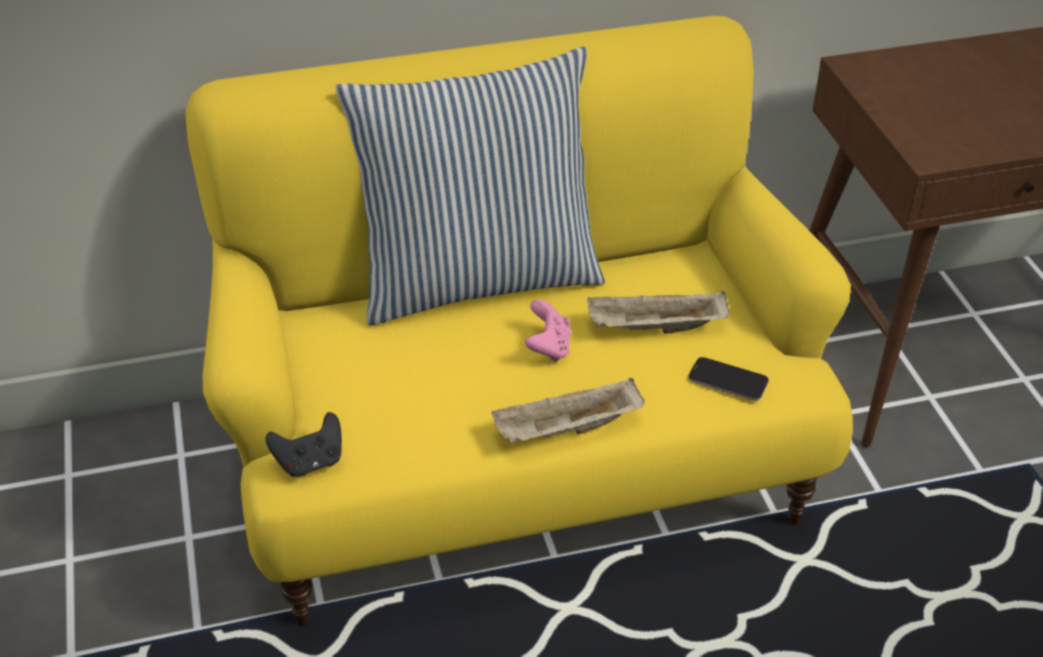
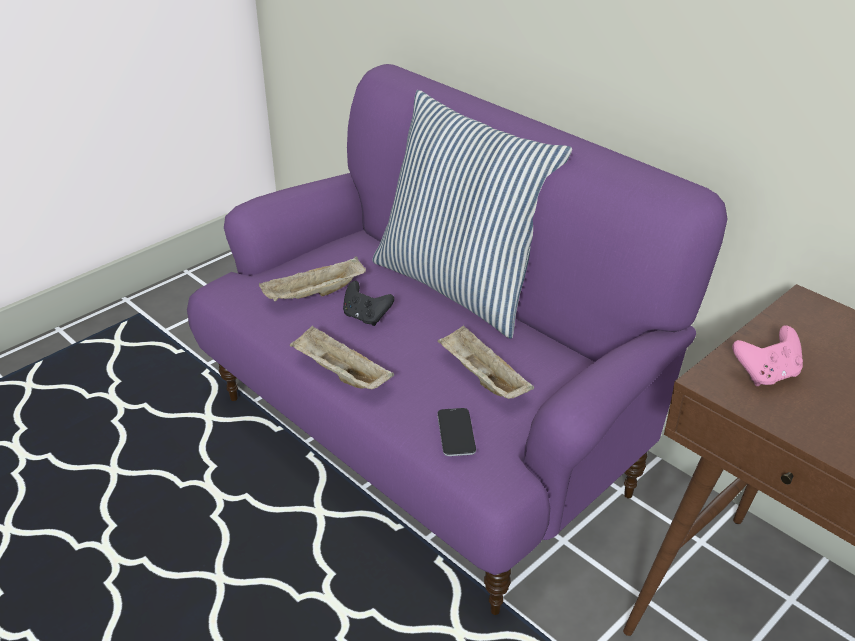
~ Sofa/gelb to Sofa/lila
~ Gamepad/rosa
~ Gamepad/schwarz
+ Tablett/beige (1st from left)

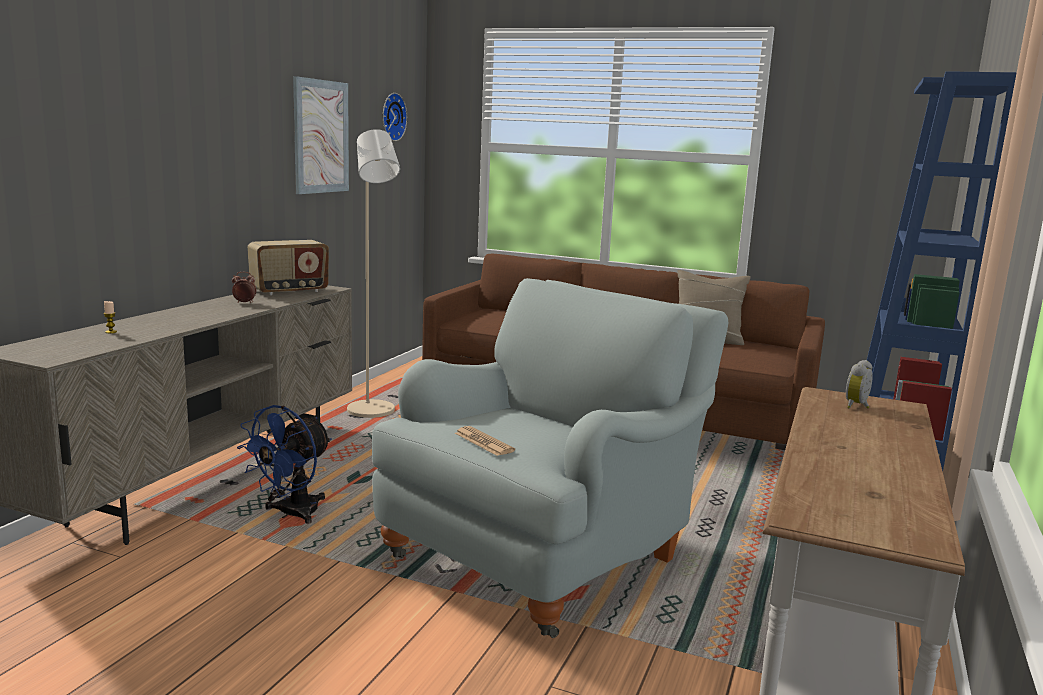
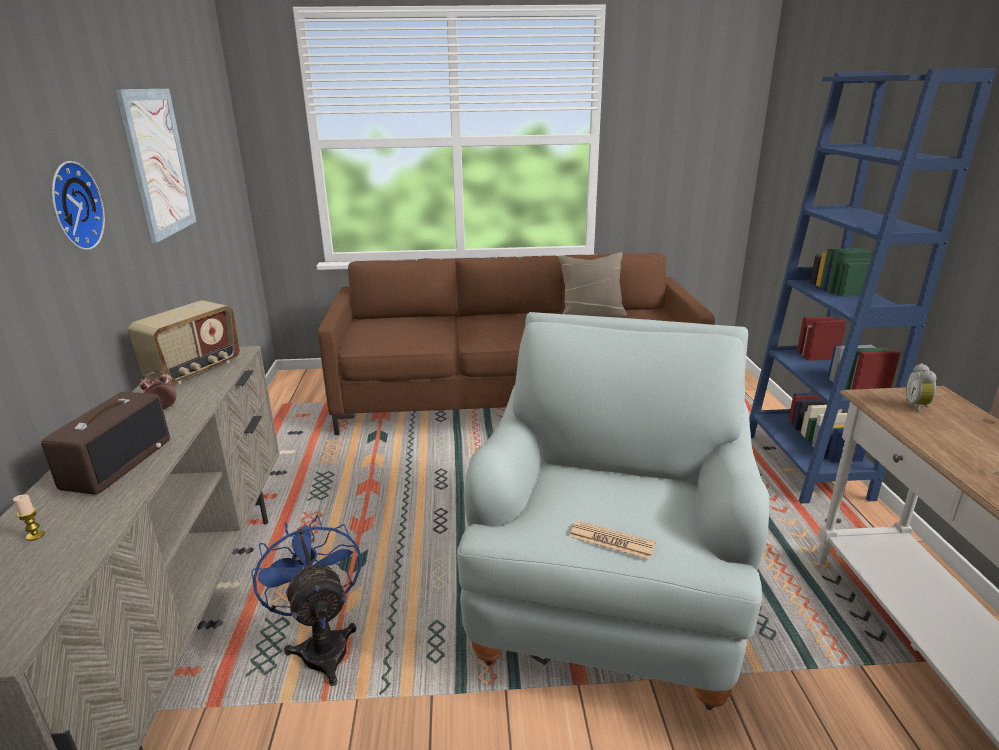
~ Wanduhr
- Stehlampe/beige
~ Ventilator/blau 150 degrees clockwise
+ Radio (1st from left)

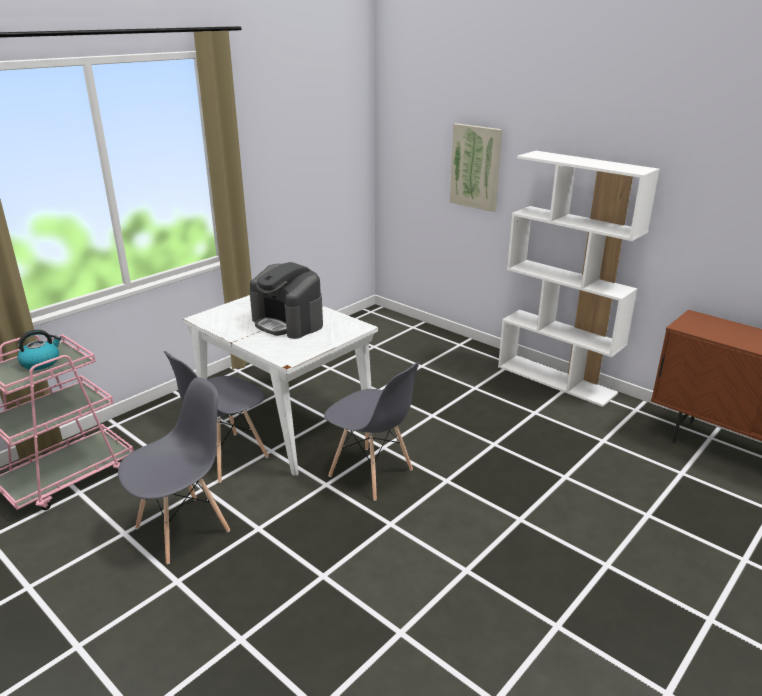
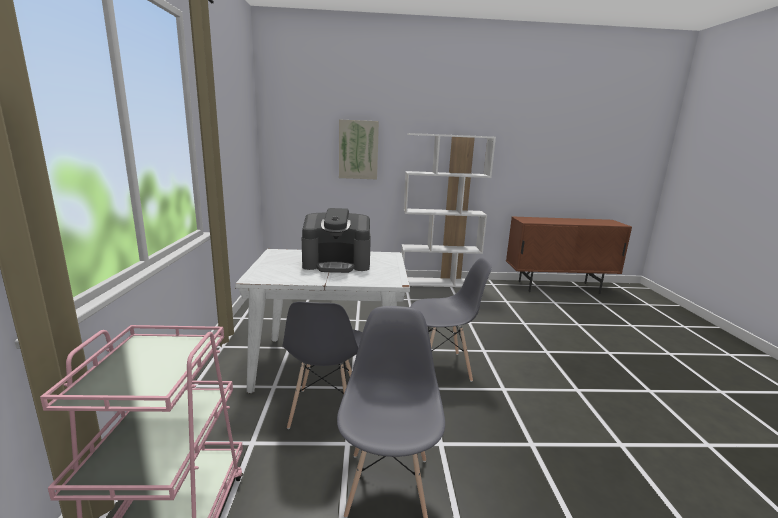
- Wasserkessel

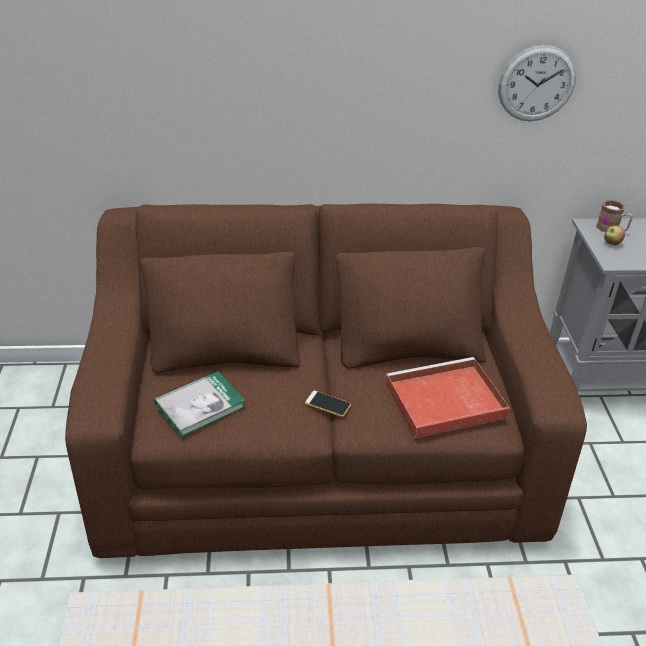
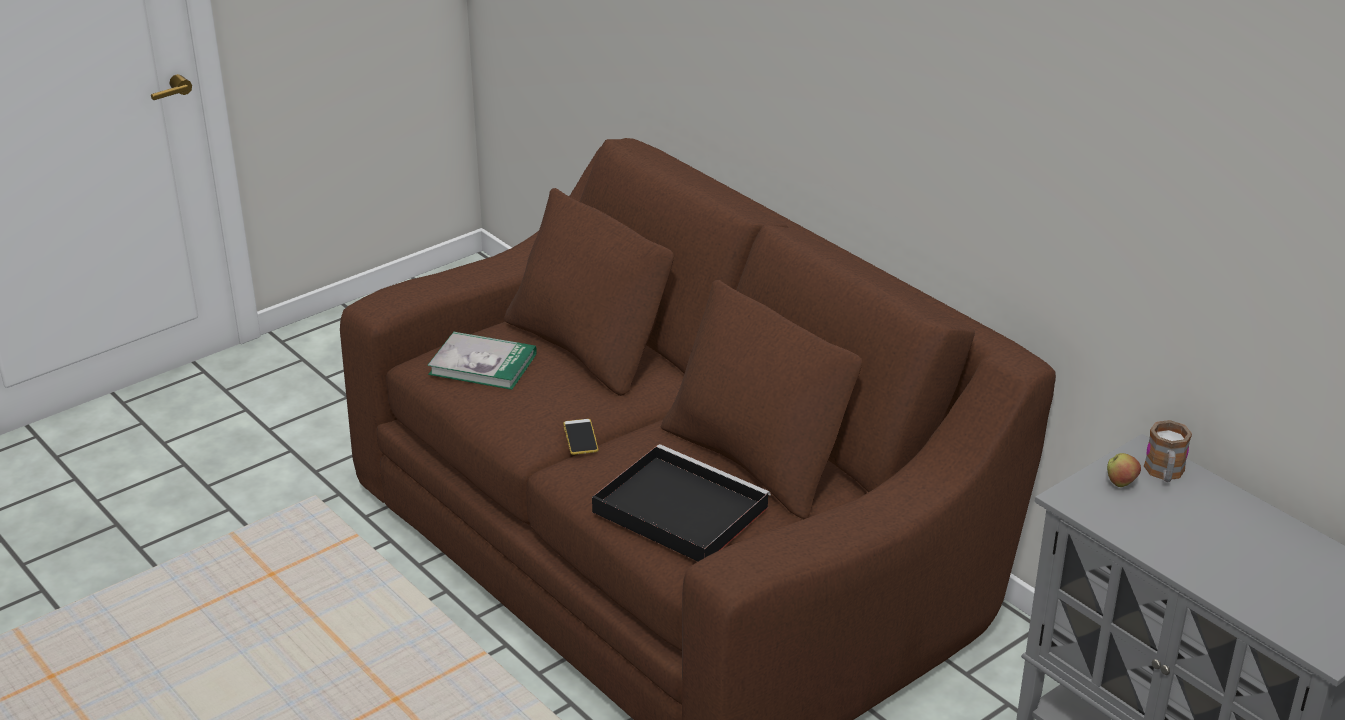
- Wanduhr
~ Tablett/rot to Tablett/schwarz

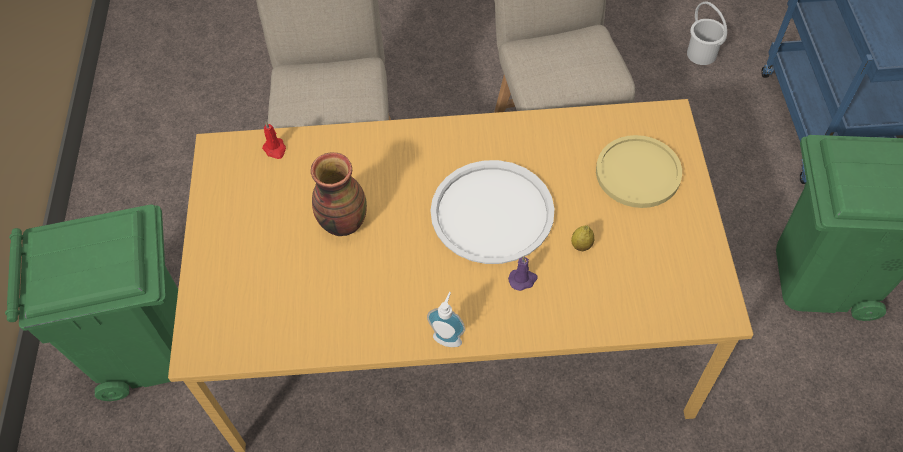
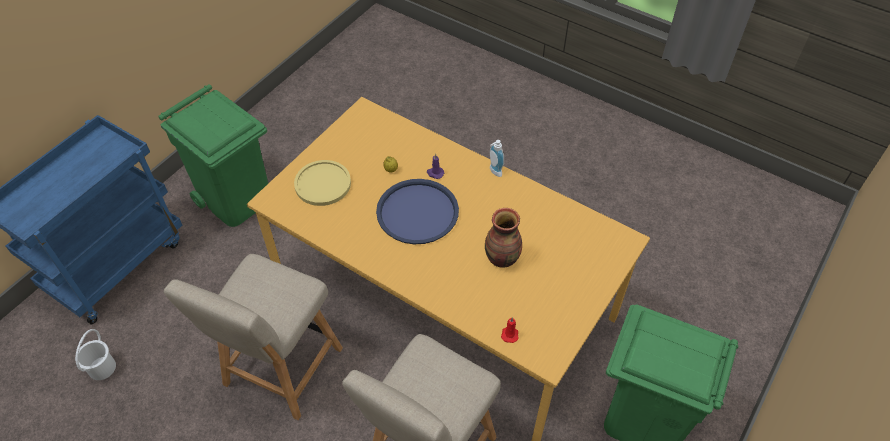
~ Tablett/weiß to Tablett/blau

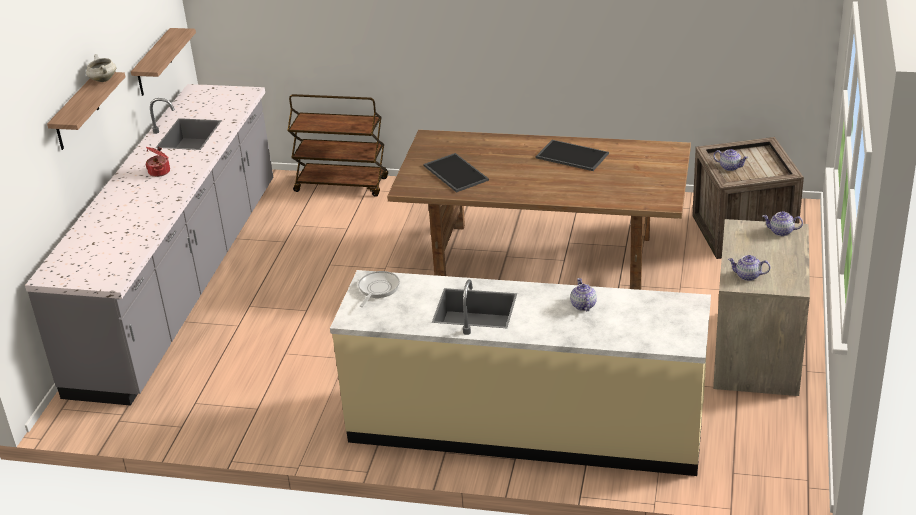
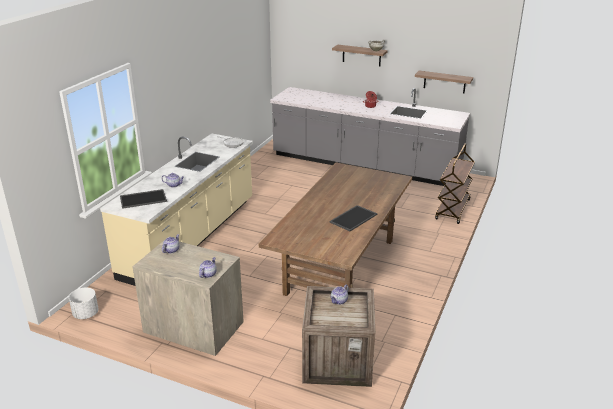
~ Tablett (1st from left)
+ Pflanzkübel/weiß

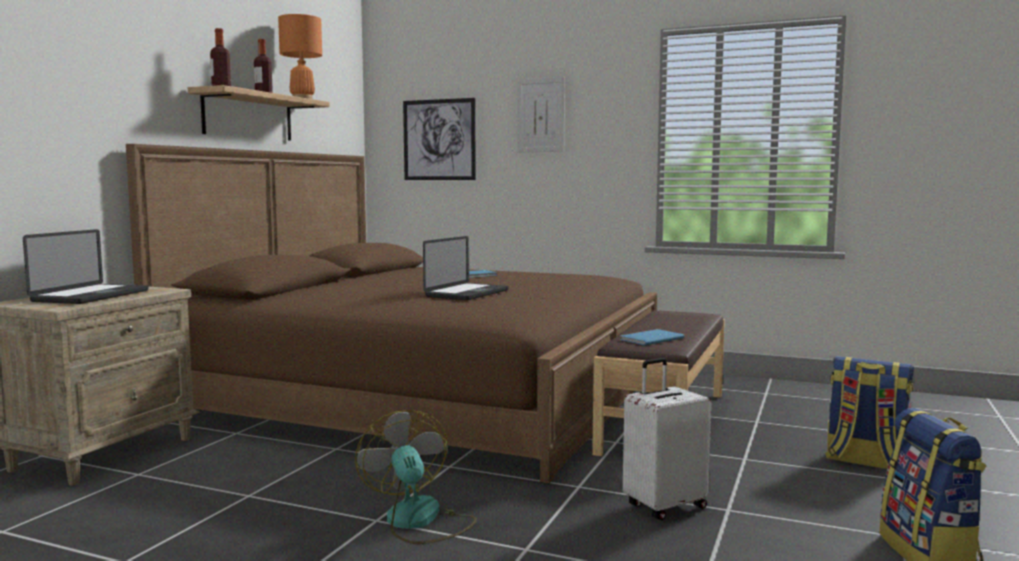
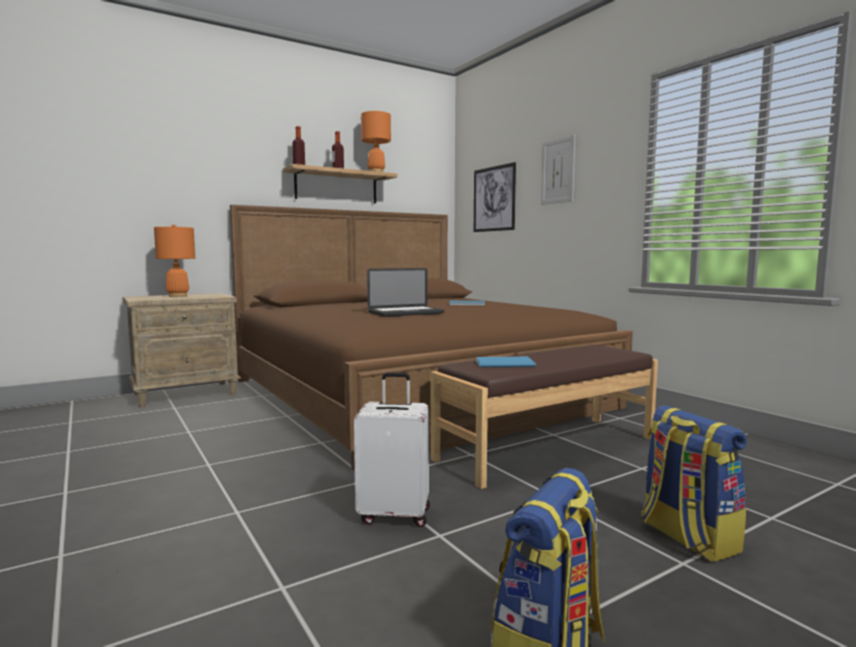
~ Laptop (1st from left) to Tischlampe/orange (1st from left)
- Ventilator

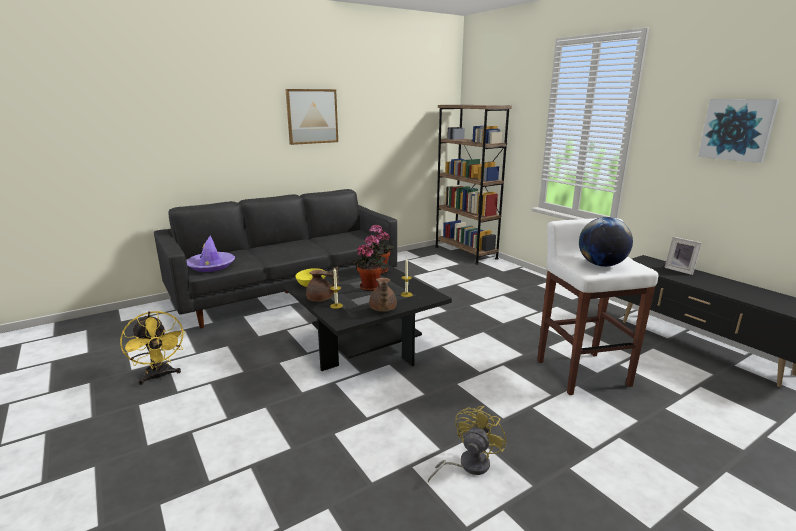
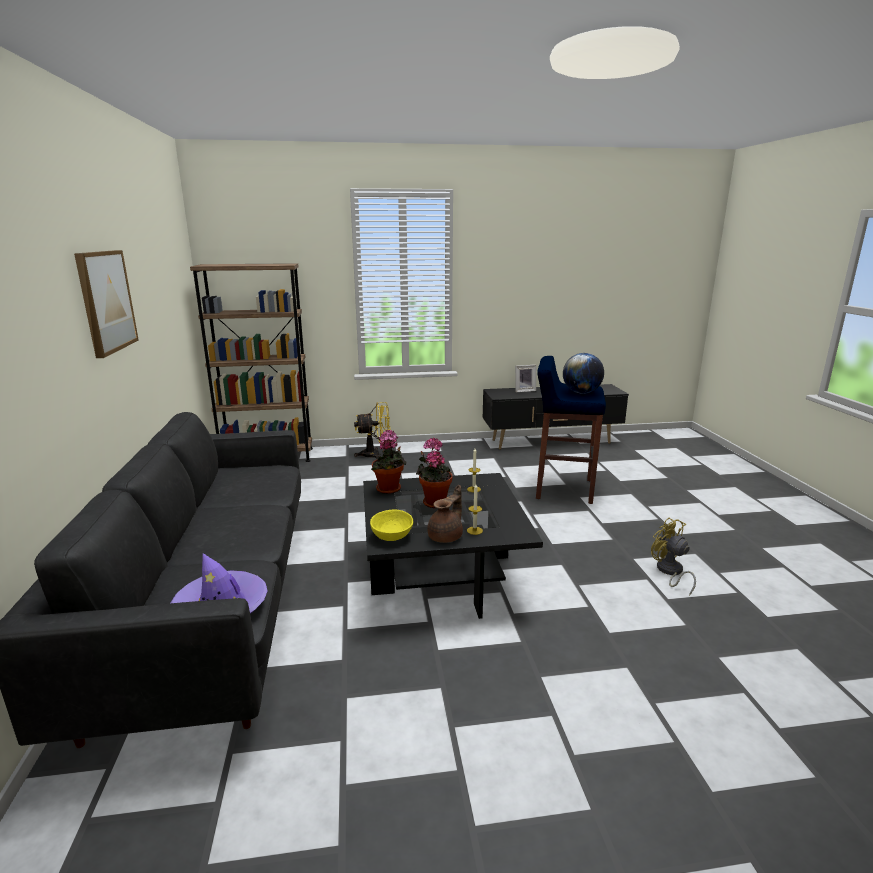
- Bild (2nd from left)
~ Hocker/weiß to Hocker/blau
- Teekanne/braun (2nd from left)
~ Ventilator/gelb (1st from left)

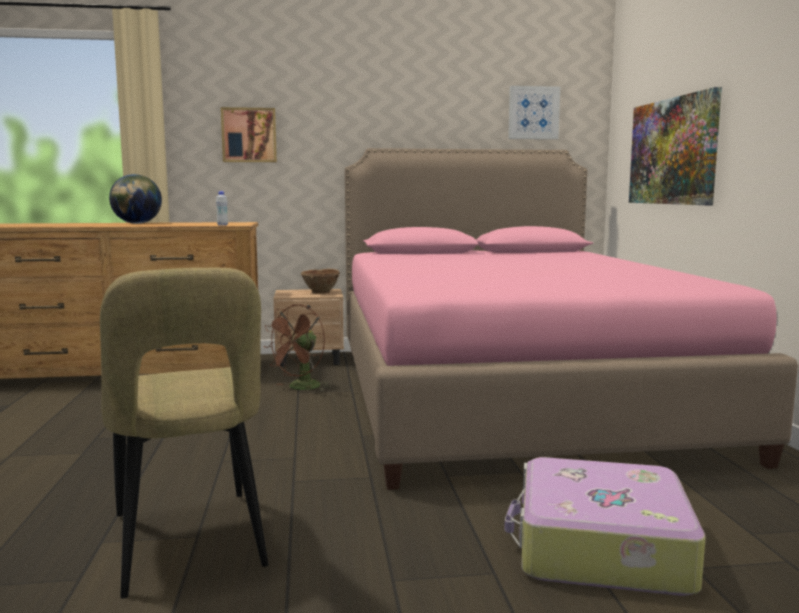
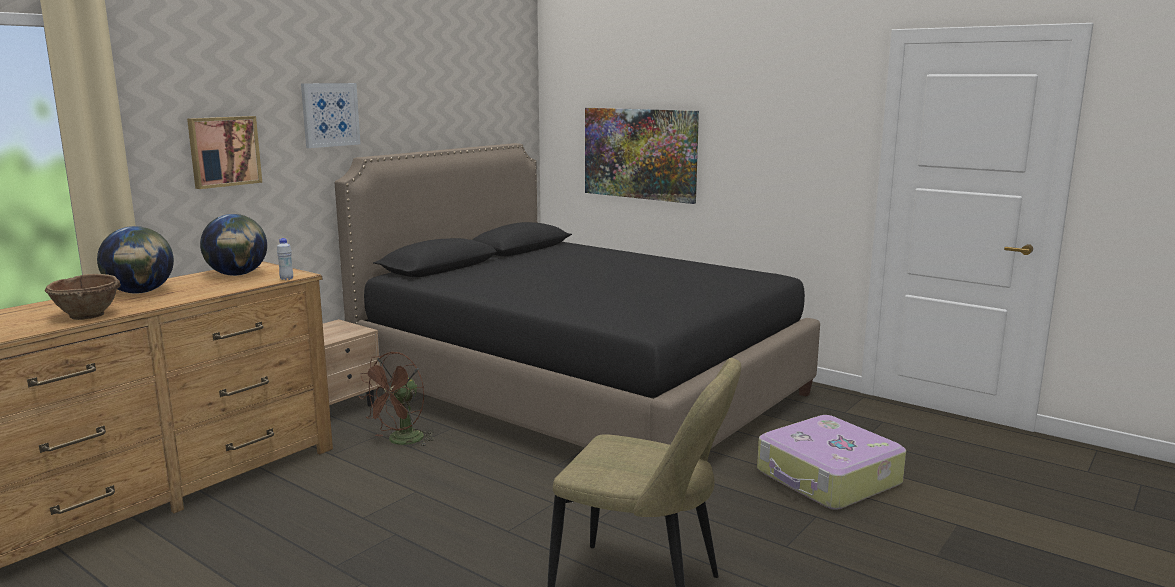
~ Bild (2nd from left)
~ Bett/rosa to Bett/schwarz
~ Schüssel/braun
~ Ventilator/braun 45 degrees clockwise
+ Globus (2nd from left)

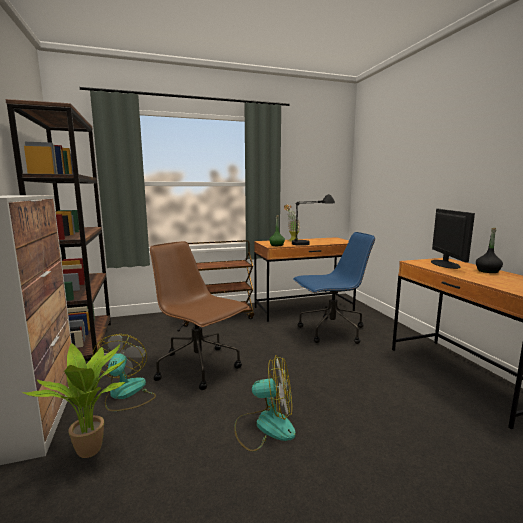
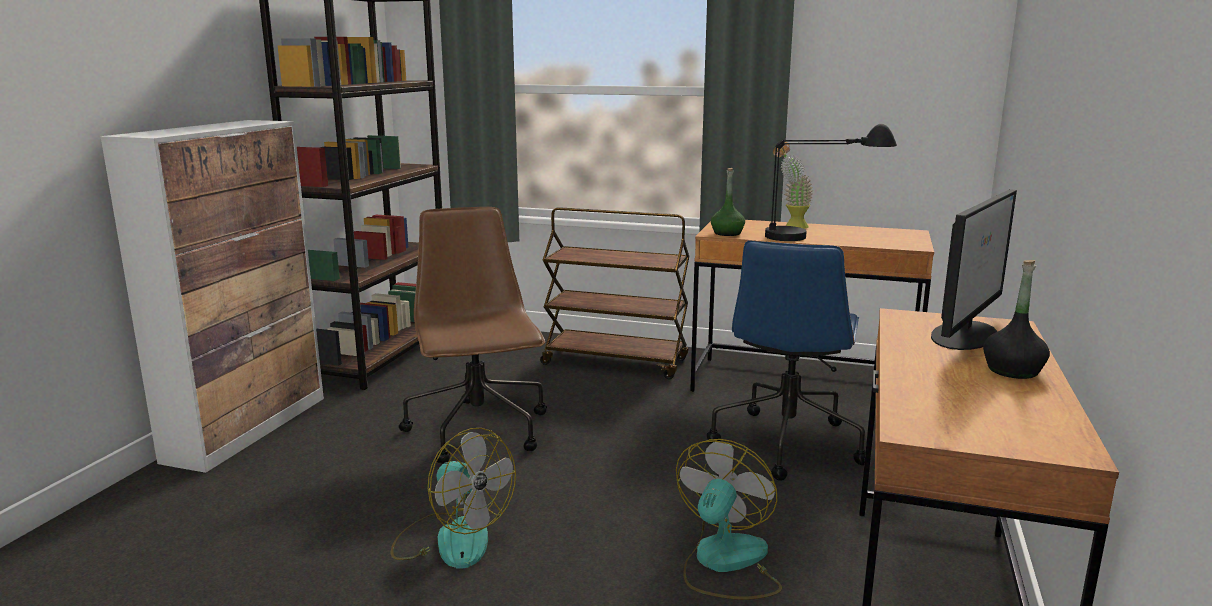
~ Bürostuhl/blau 90 degrees clockwise
~ Ventilator (1st from left in the first image) to Ventilator (2nd from left)
- Topfpflanze (1st from left)

